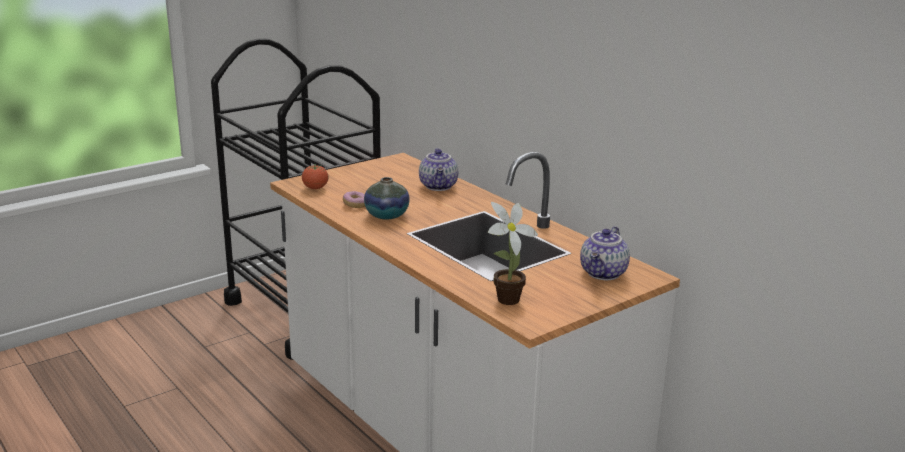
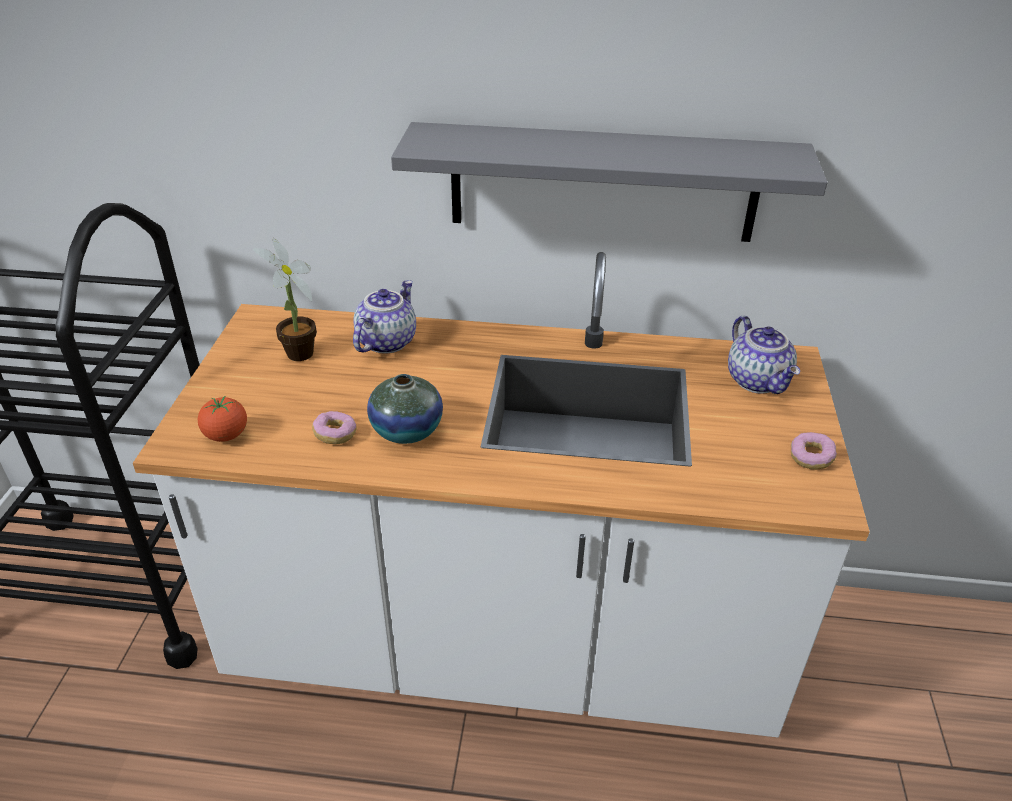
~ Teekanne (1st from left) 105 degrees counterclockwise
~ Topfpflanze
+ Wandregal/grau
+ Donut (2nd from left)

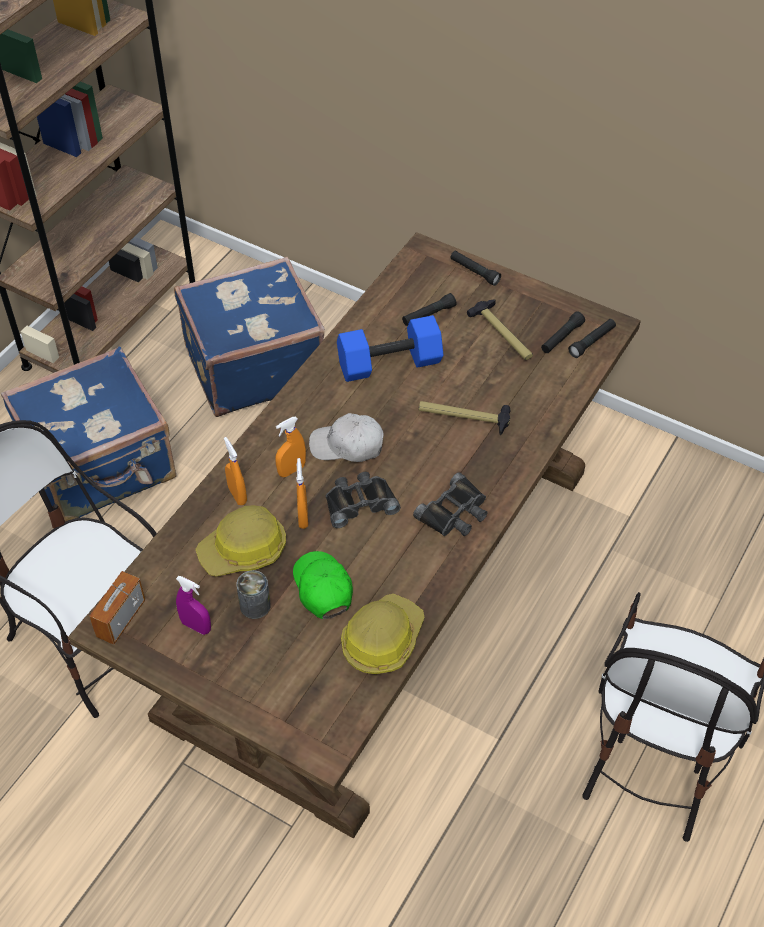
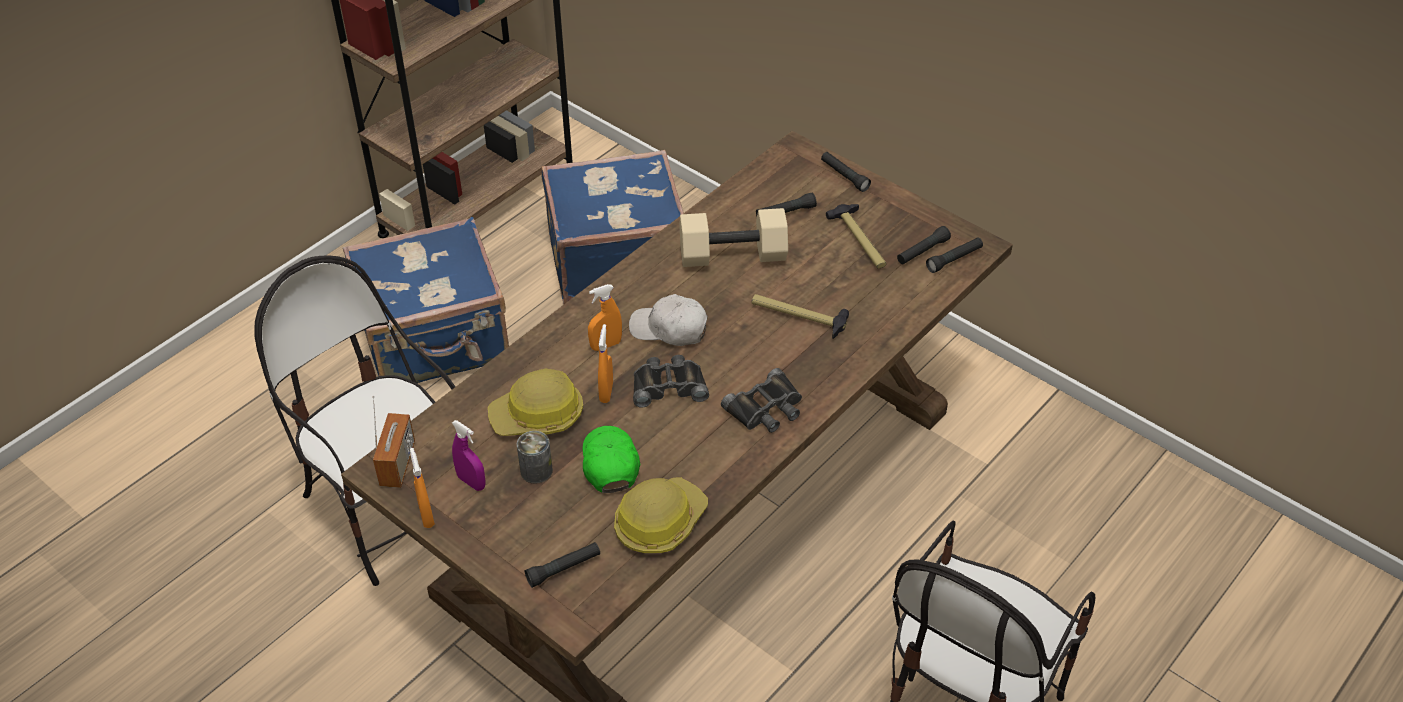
~ Hantel/blau to Hantel/beige
~ Sprühflasche/orange (1st from left)
~ Radio 150 degrees clockwise
+ Taschenlampe/schwarz (1st from left)

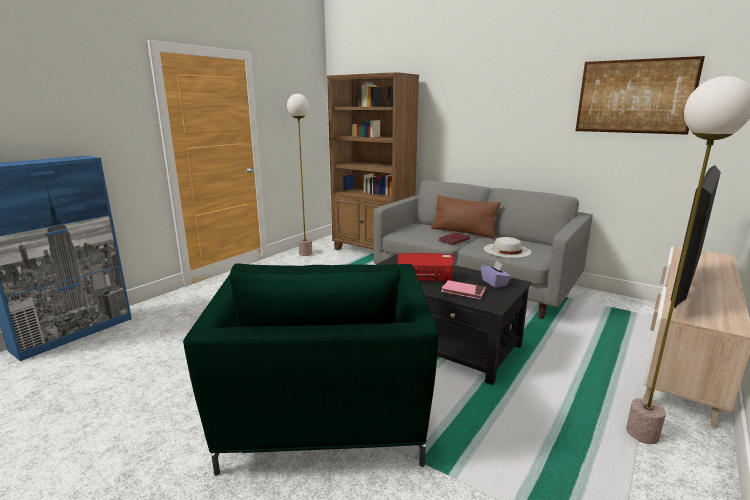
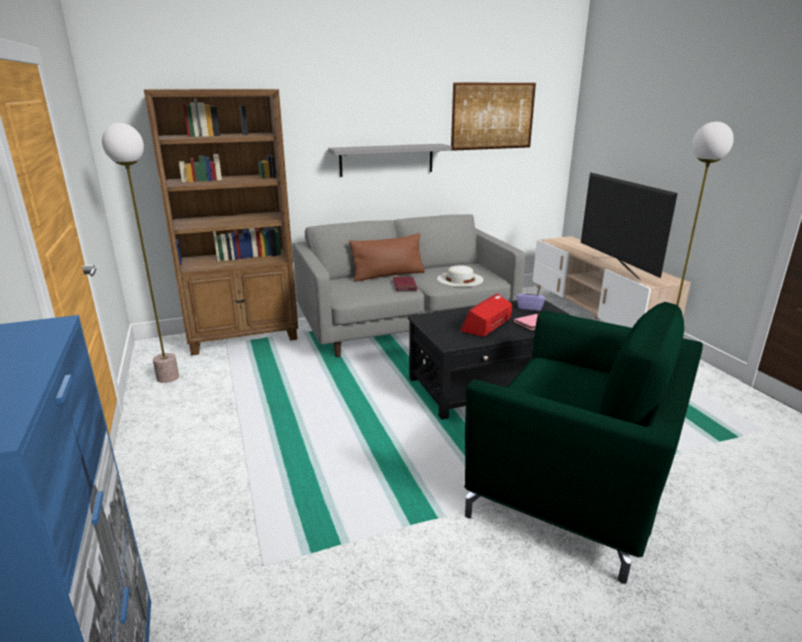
+ Wandregal/grau

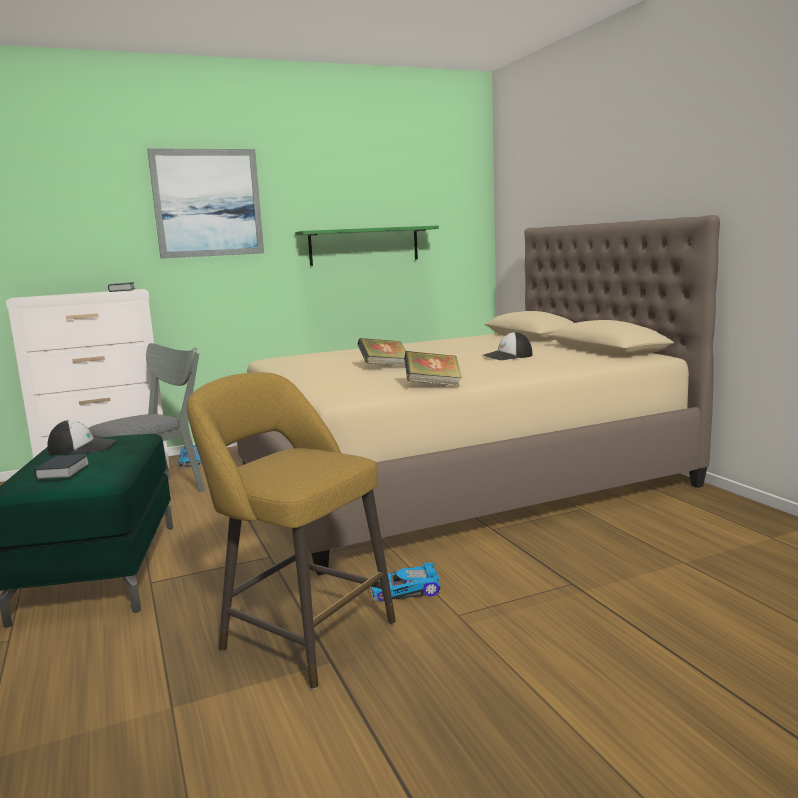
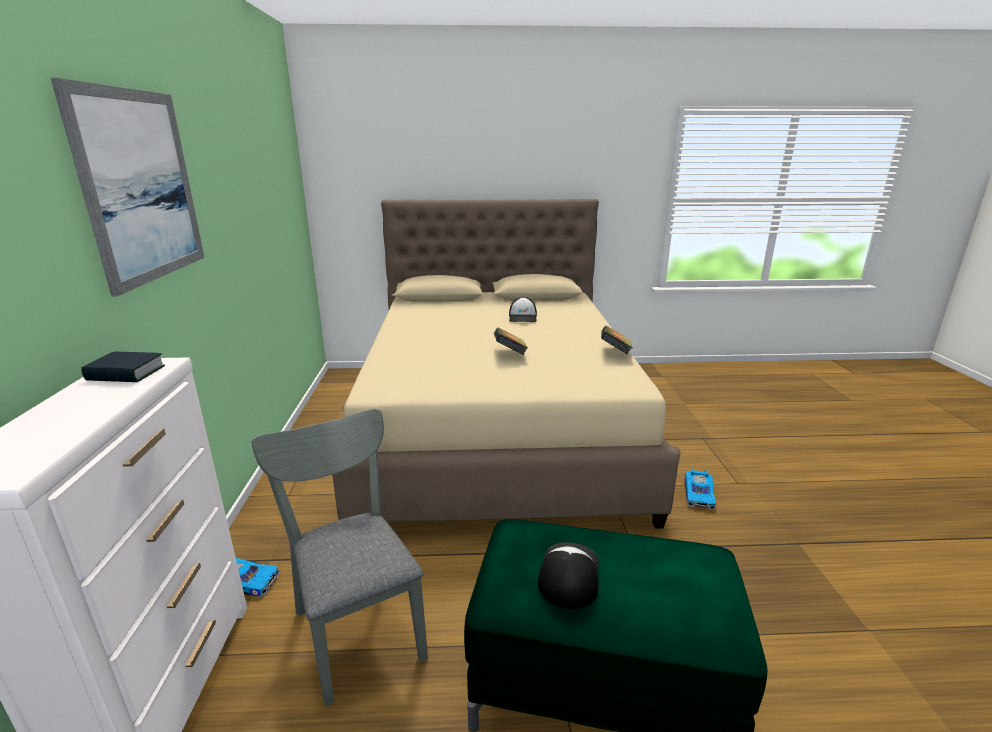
- Wandregal/grün
- Hocker/gelb
- Buch (1st from left)

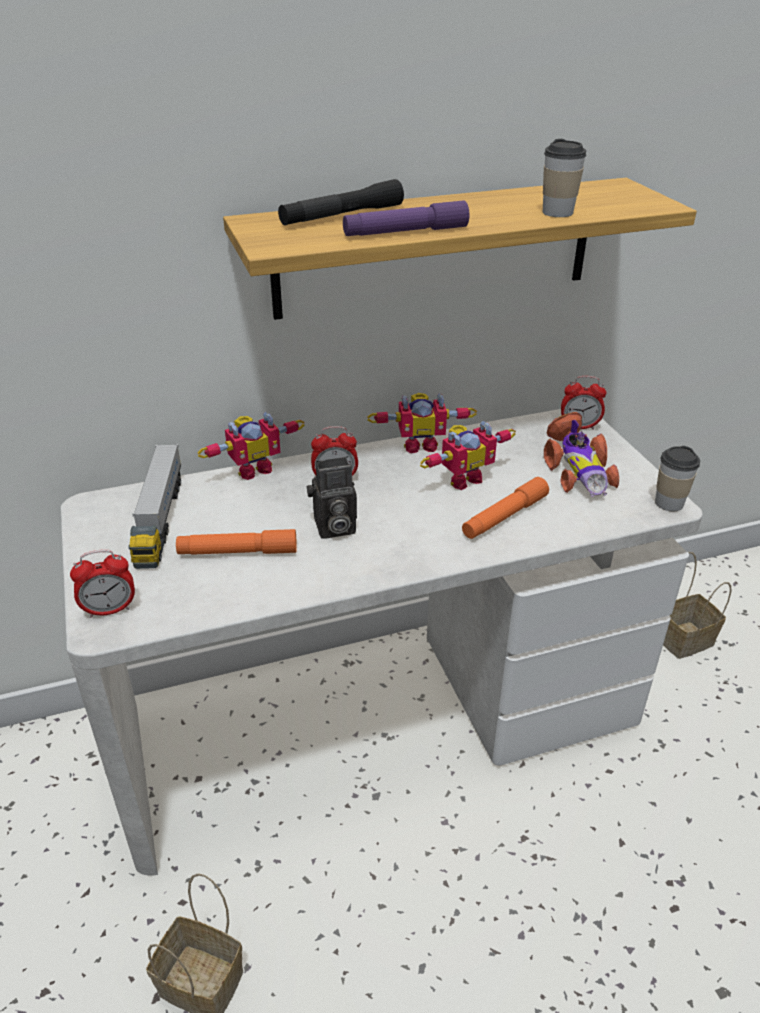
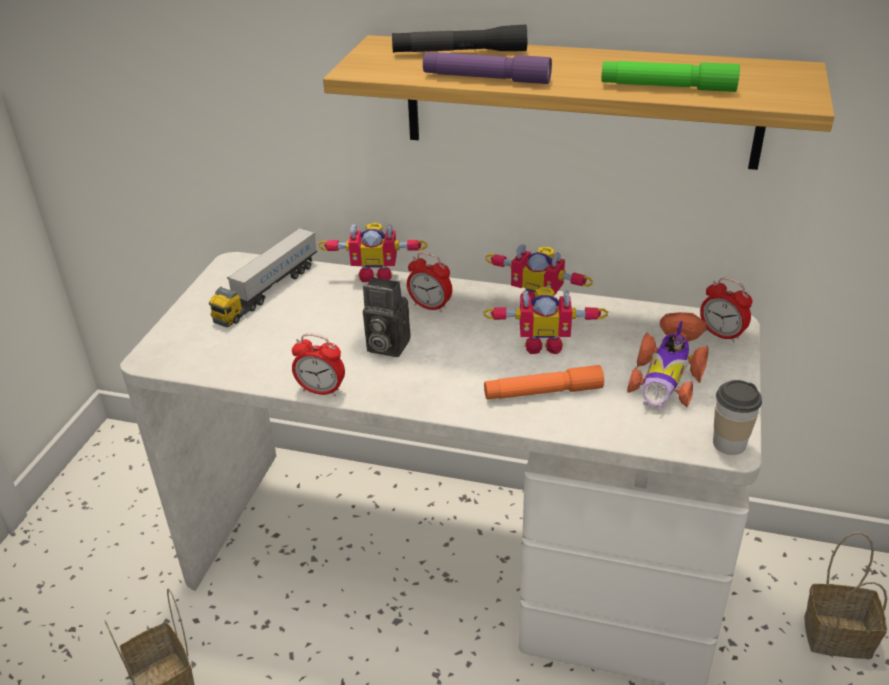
~ Tasse (1st from left) to Taschenlampe/grün
- Taschenlampe/orange (1st from left)
~ Wecker (1st from left)

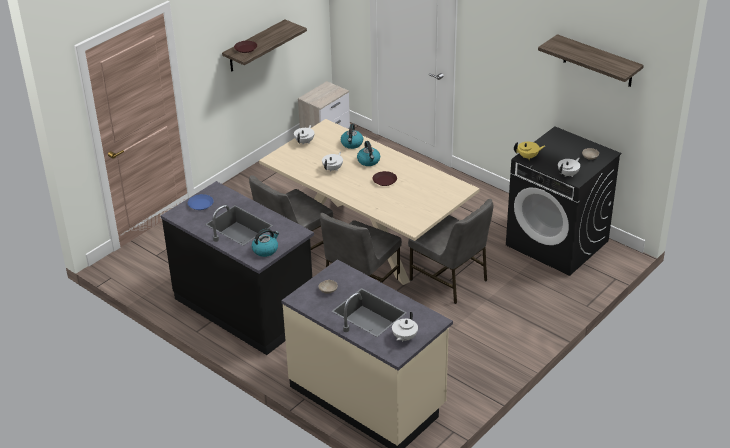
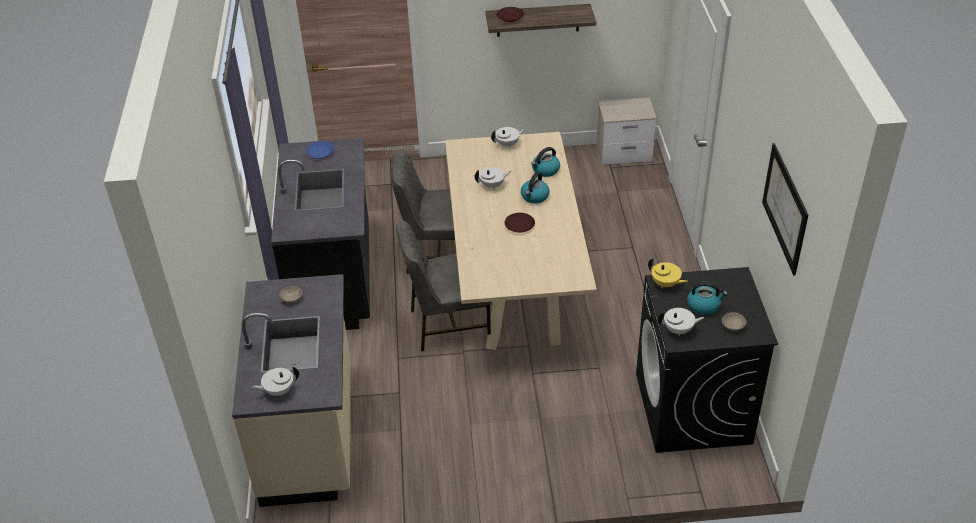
~ Wandregal (2nd from left) to Bild
- Stuhl/grau (3rd from left)
~ Wasserkessel (1st from left in the first image) to Wasserkessel (3rd from left)

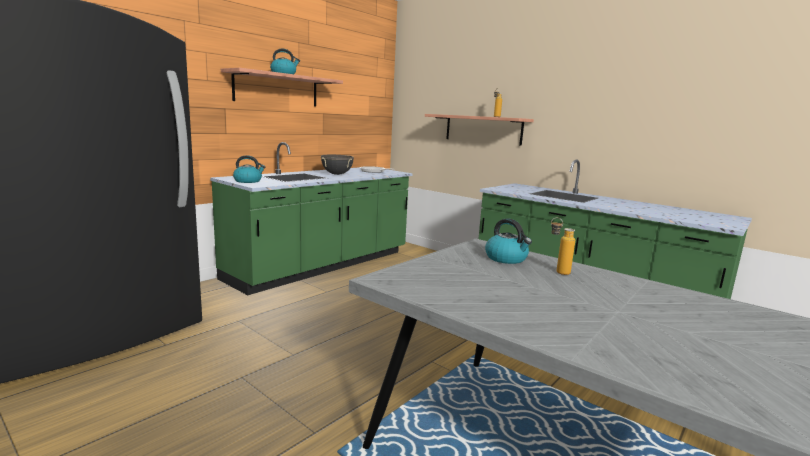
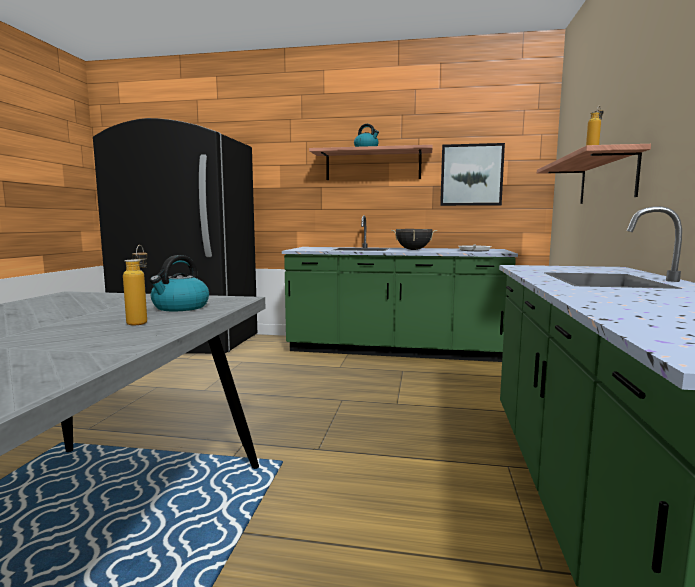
- Wasserkessel (1st from left)
+ Bild

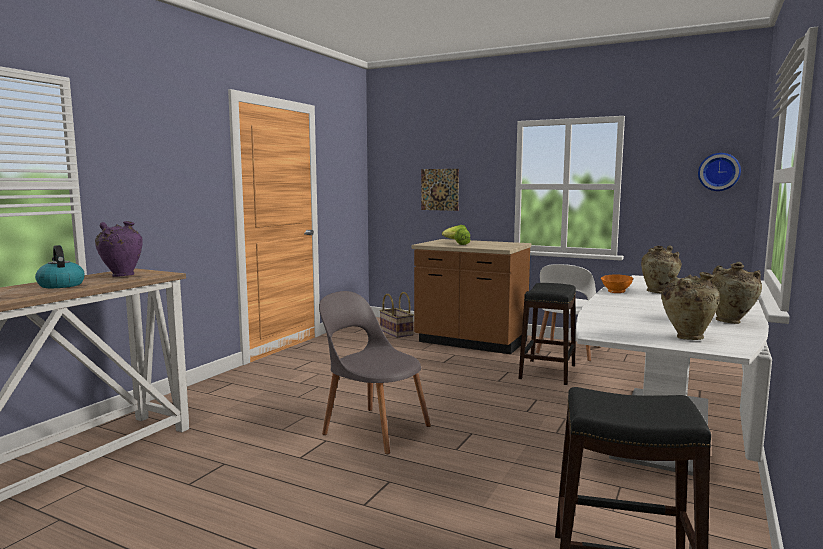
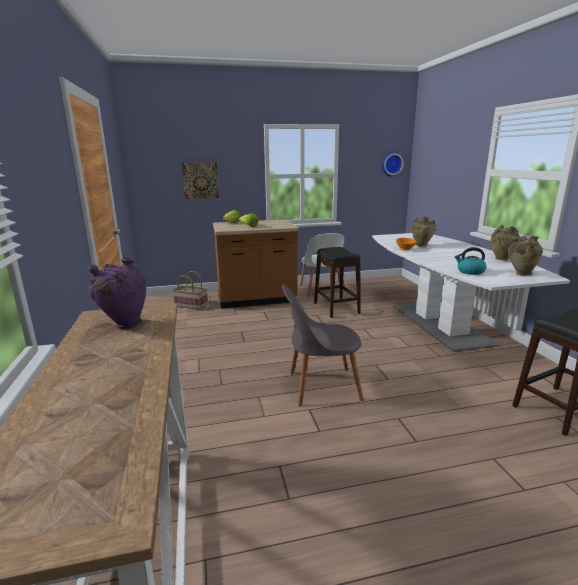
~ Wasserkessel

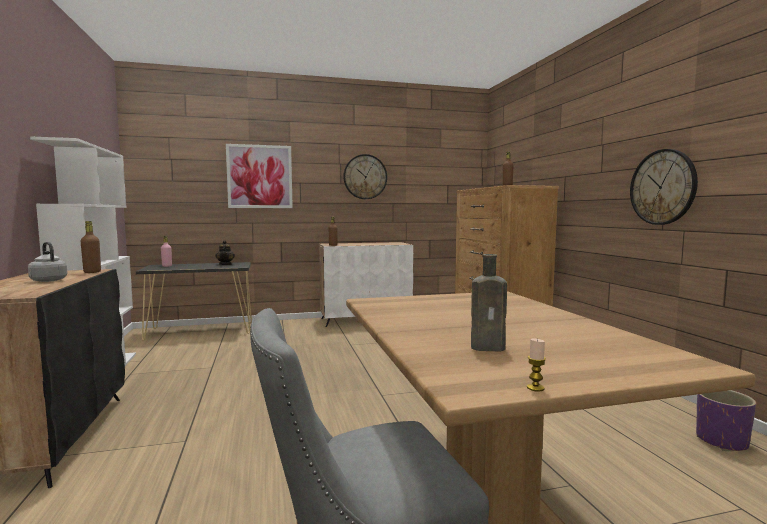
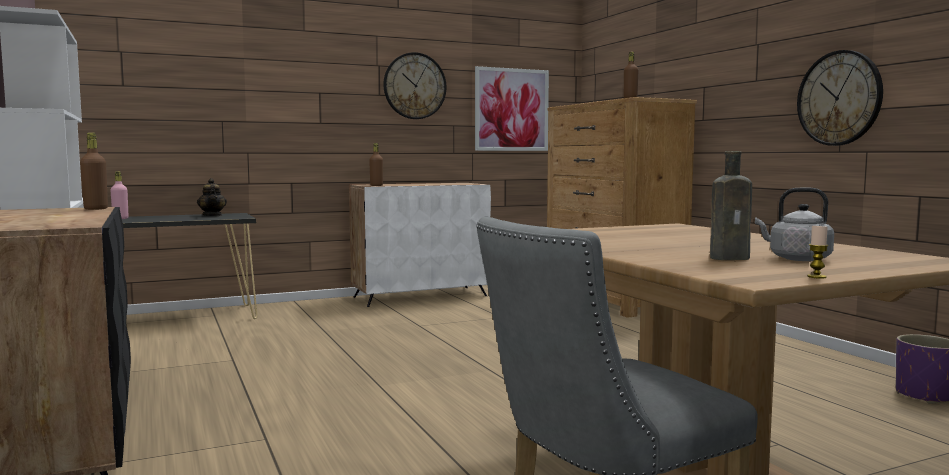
~ Bild
~ Wasserkessel/grau

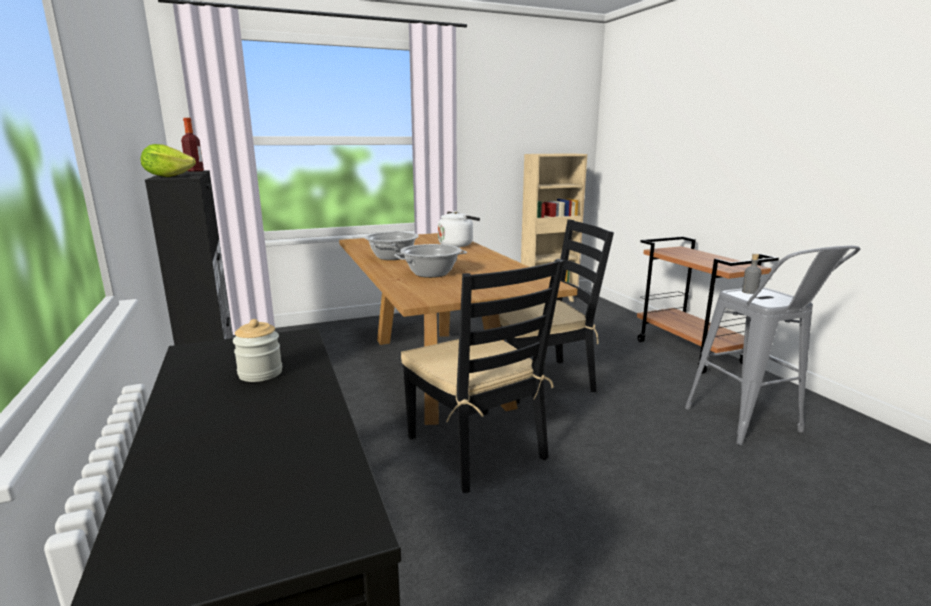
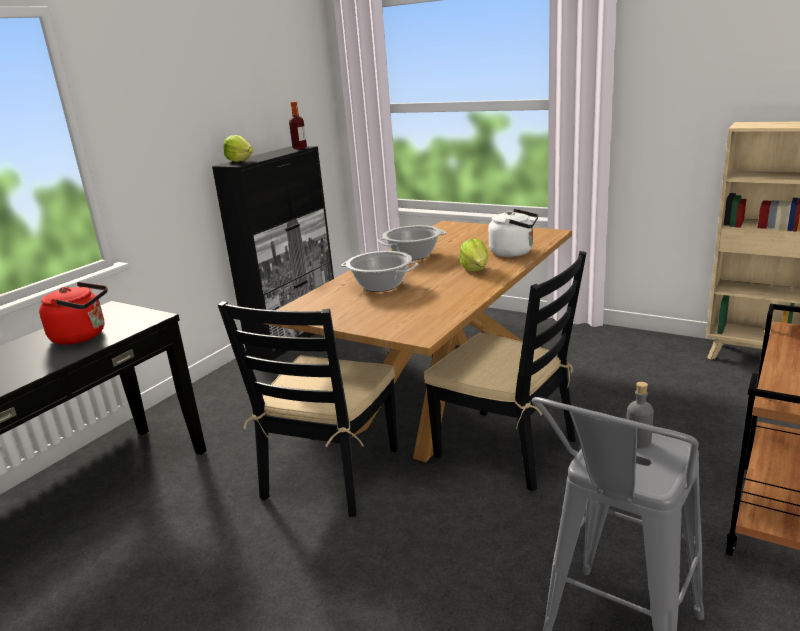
~ Vorratsglas to Wasserkessel/rot
+ Salatkopf (2nd from left)

